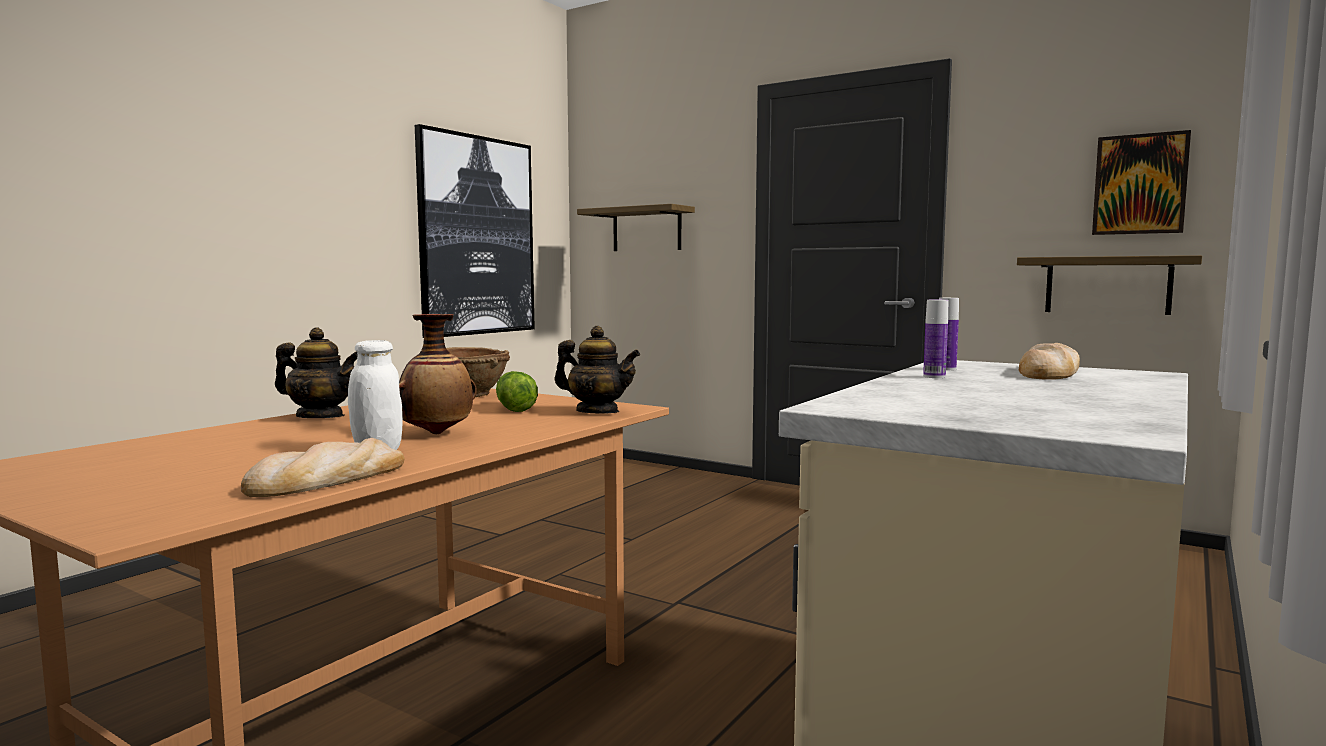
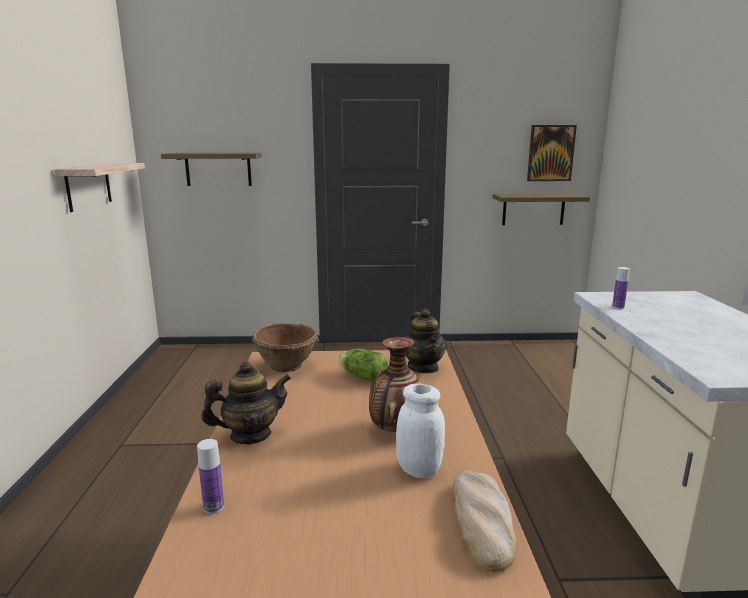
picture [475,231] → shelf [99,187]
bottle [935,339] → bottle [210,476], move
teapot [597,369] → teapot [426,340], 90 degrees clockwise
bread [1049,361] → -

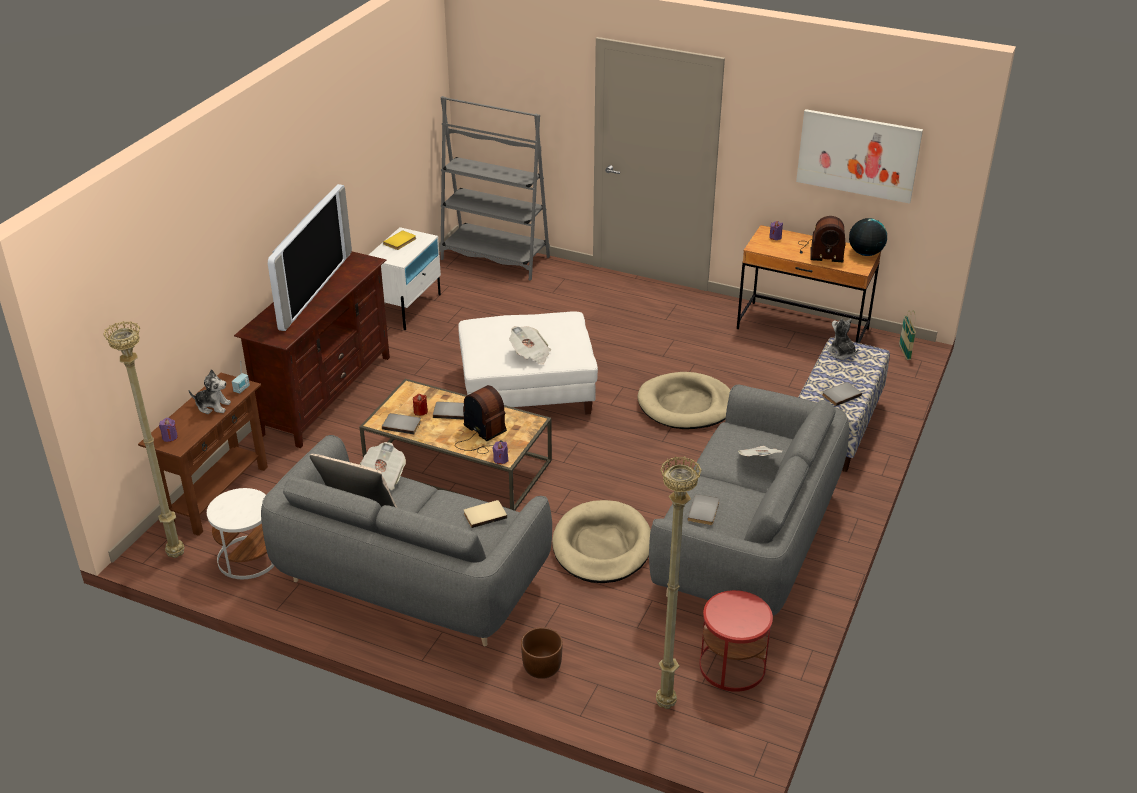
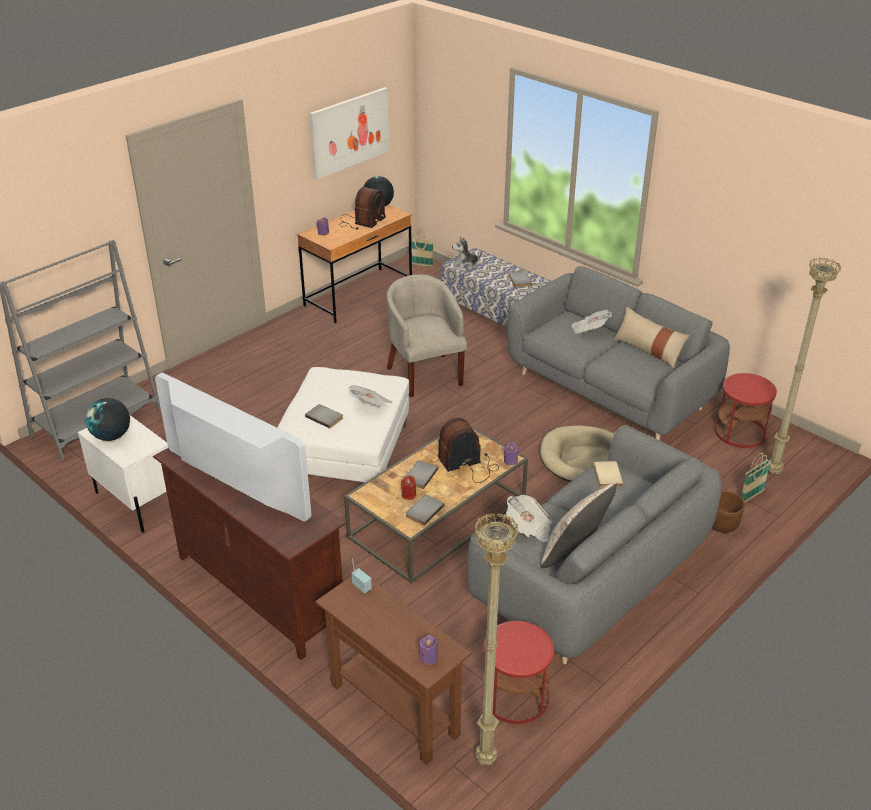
yellow book [399,240] → globe [107,419]
plush toy [210,391] → -
beige dog bed [683,400] → beige armchair [426,335]
white side table [240,533] → red side table [518,672]
grey book [704,509] → grey book [324,416], move
- → beige pillow [651,337]
- → basket [755,477]

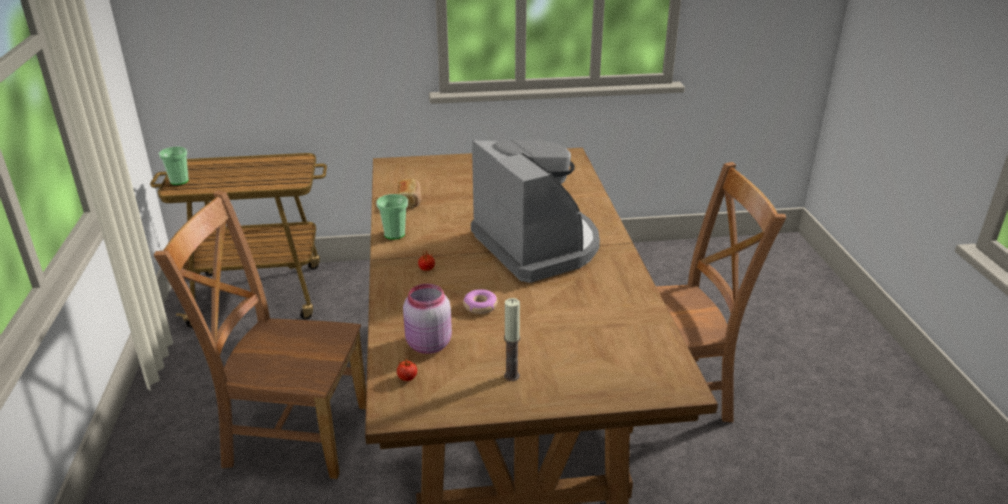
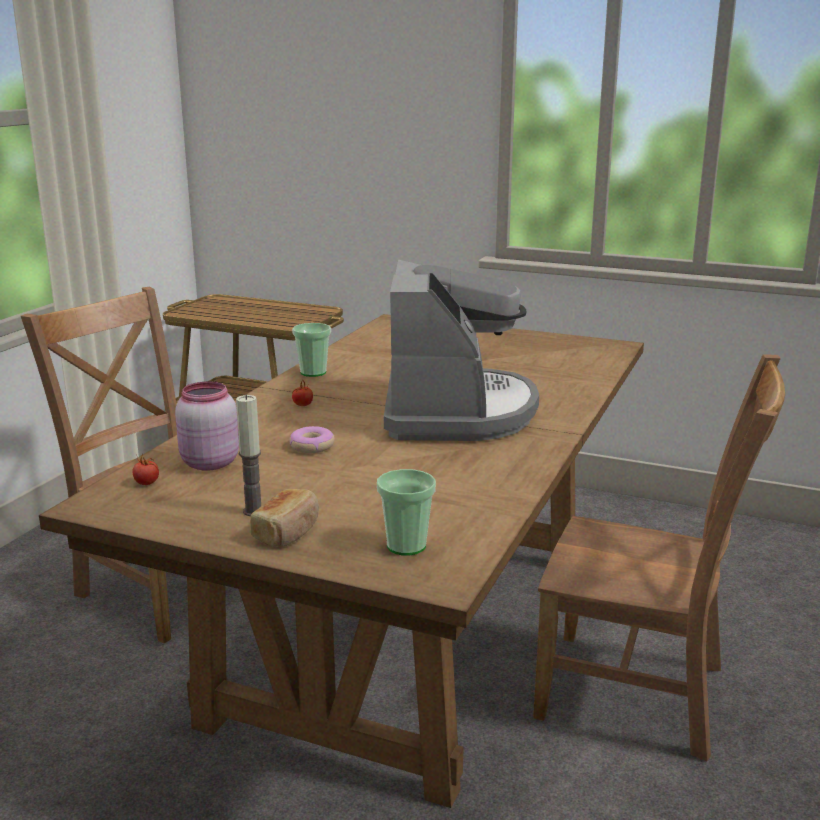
cup [174,166] → cup [406,512], move
bread [410,193] → bread [284,518], move

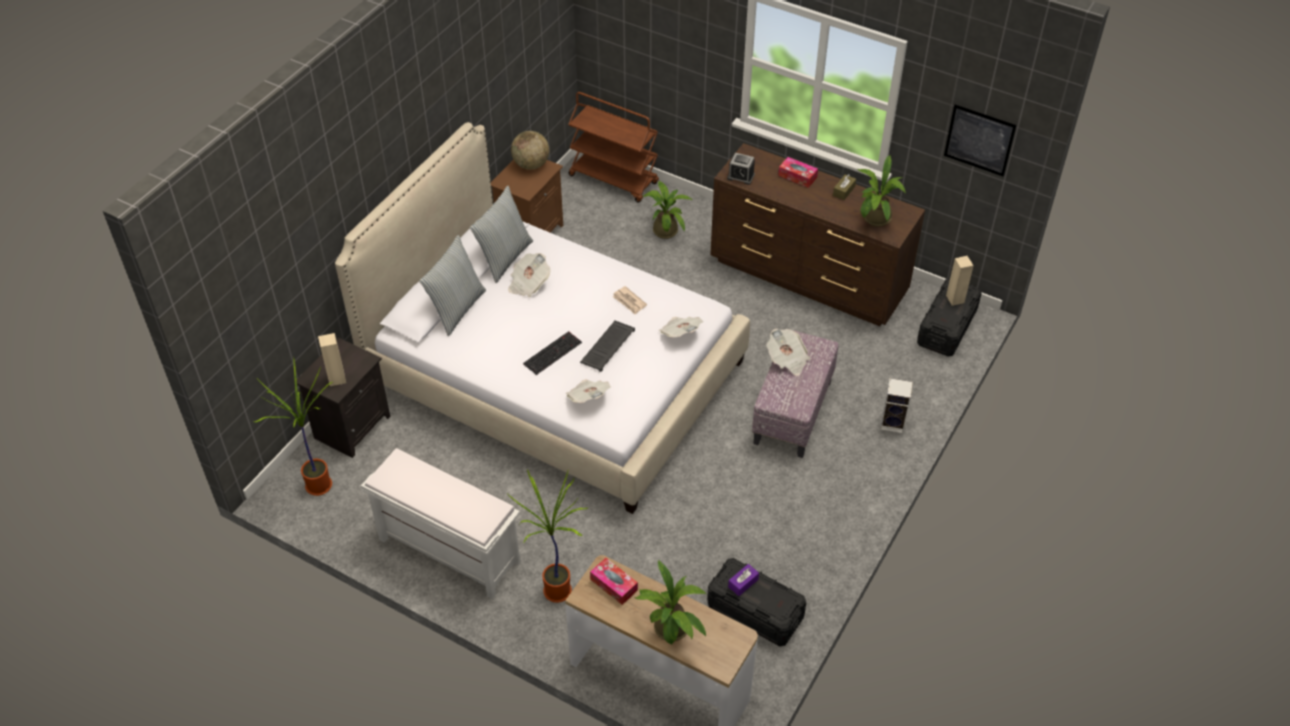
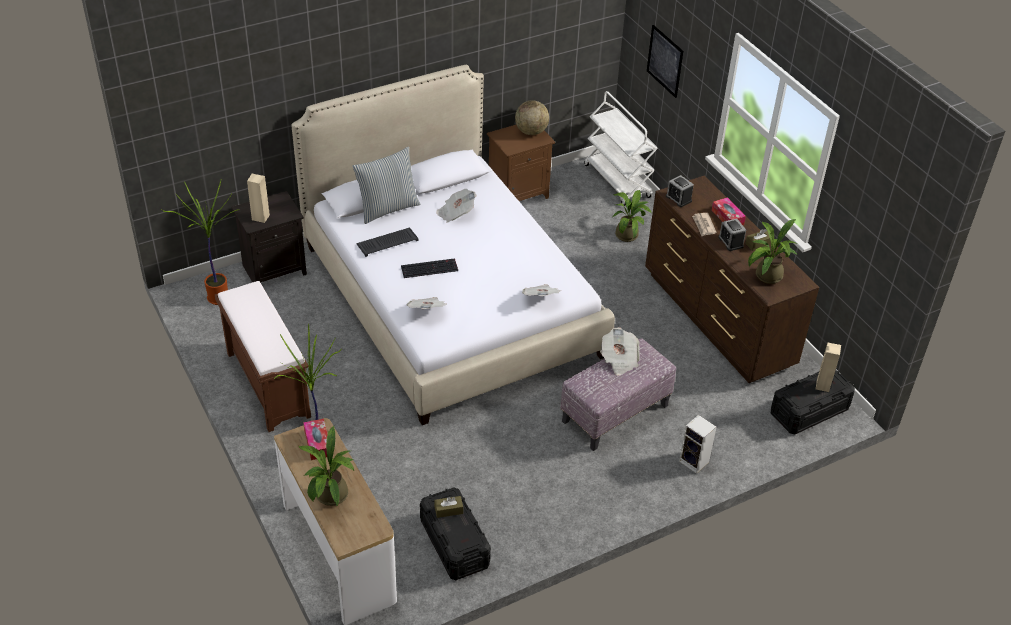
brown cart [613,147] → white cart [621,148]
picture [980,141] → picture [665,61], move
pillow [501,234] → -
newspaper [629,300] → newspaper [704,224], move
keyboard [607,346] → keyboard [387,242], move
white bench [441,523] → brown bench [263,356]
purple tissue box [743,580] → brown tissue box [448,507]
- → alarm clock [732,235]

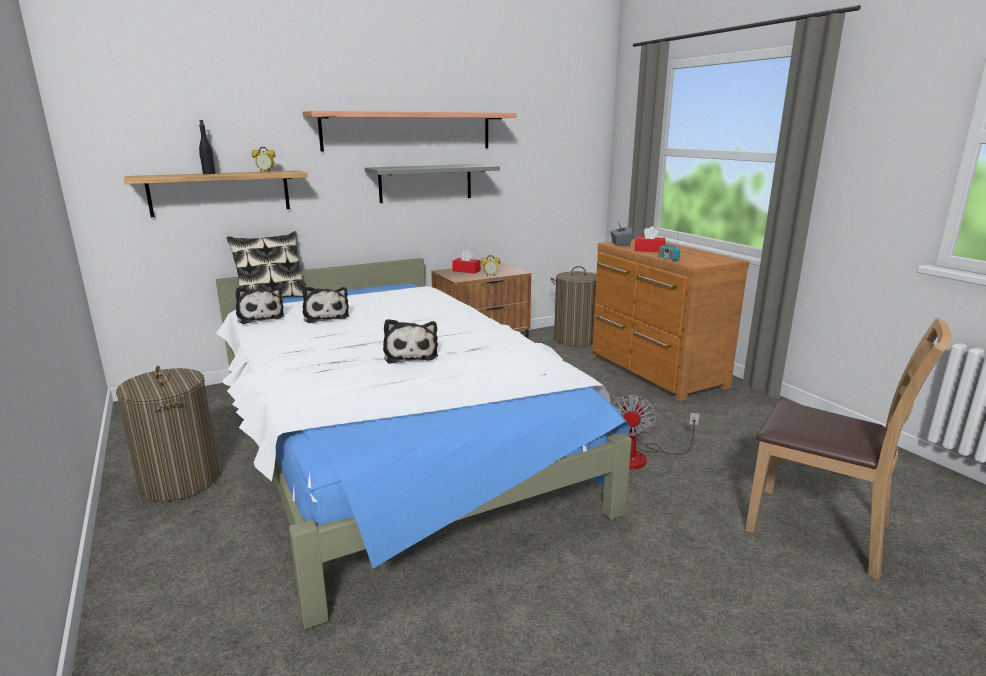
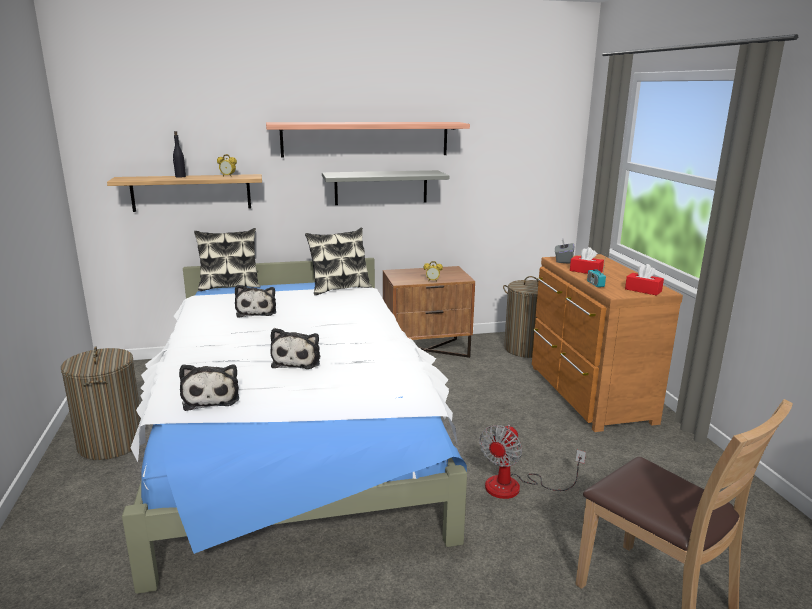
red tissue box [466,261] → red tissue box [644,280], move
plush toy [259,305] → plush toy [209,387], move
- → pillow [338,261]

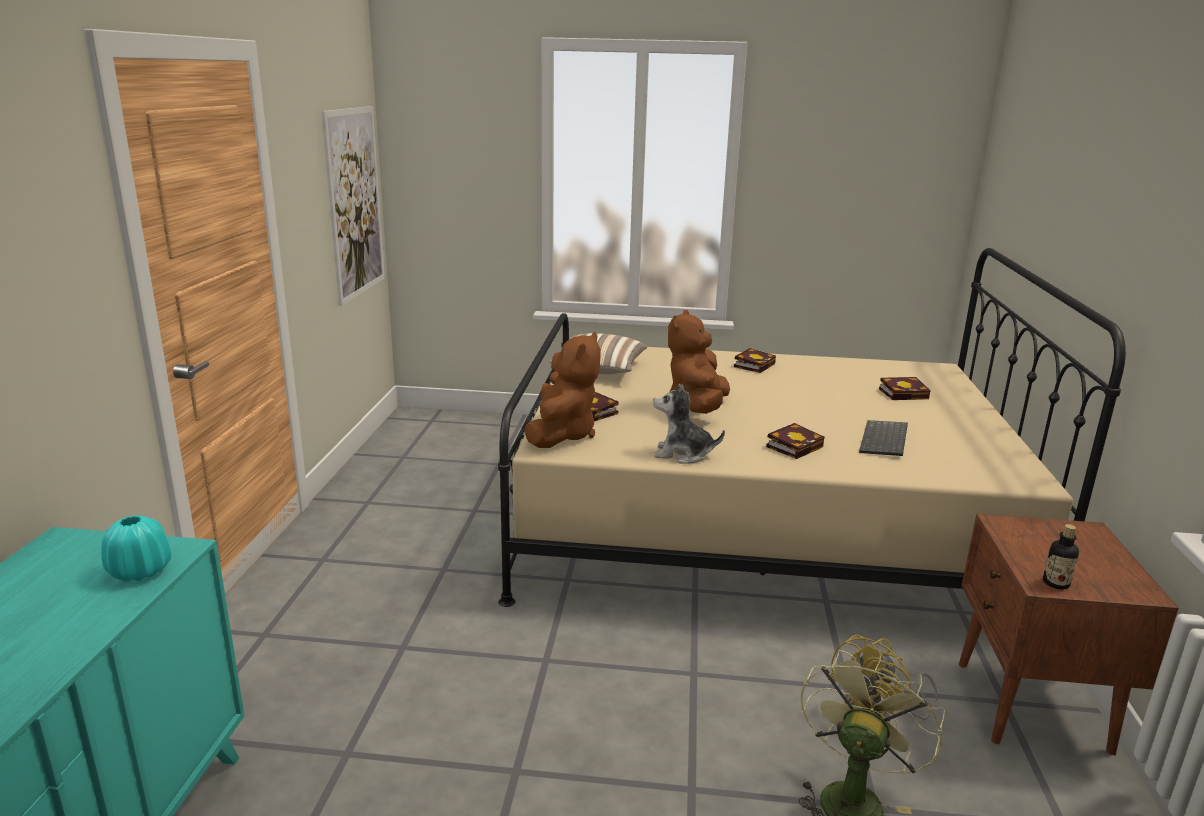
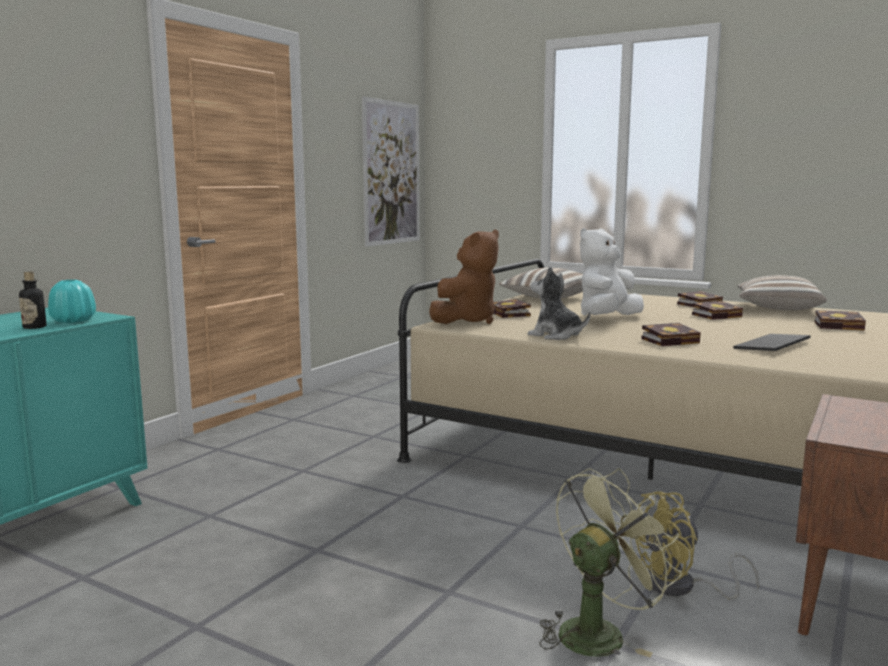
brown plush toy [699,362] → white plush toy [612,272]
bottle [1061,557] → bottle [32,300], move
- → pillow [782,292]
- → book [717,310]

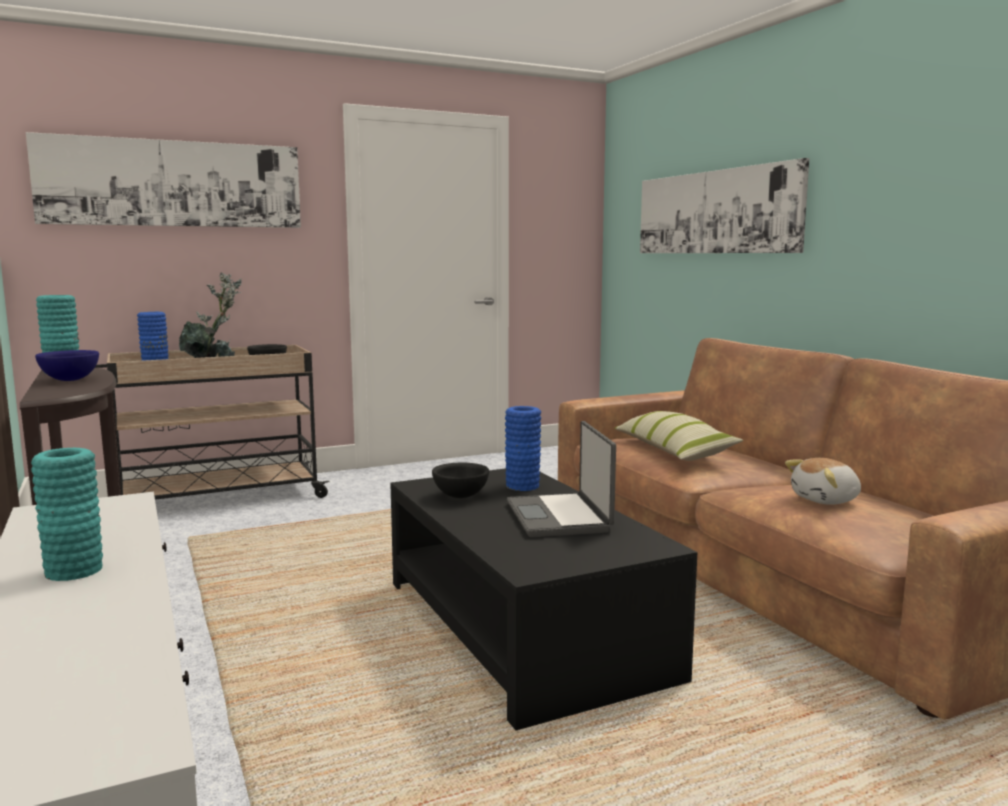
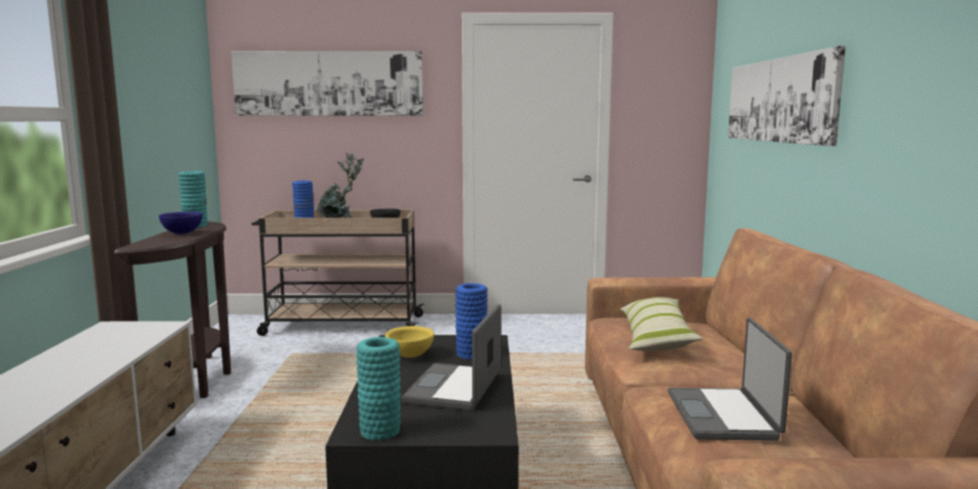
turquoise vase [67,514] → turquoise vase [378,388], move
plush toy [823,481] → laptop [730,379]
black bowl [460,480] → yellow bowl [409,342]

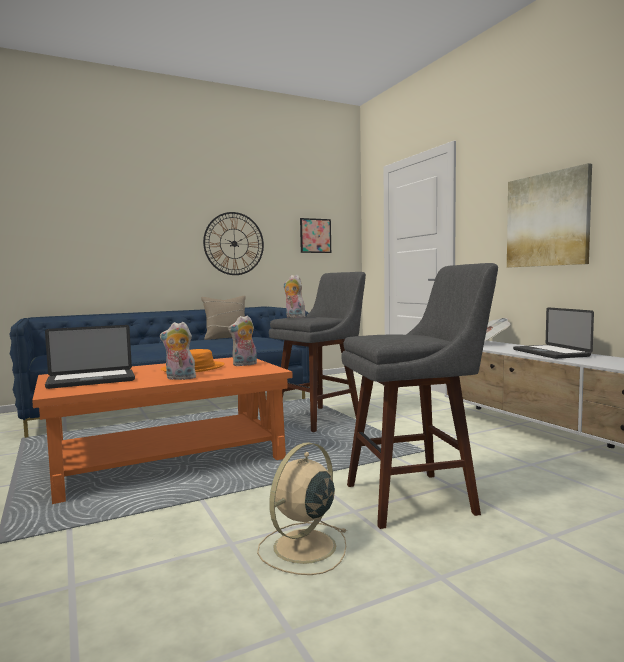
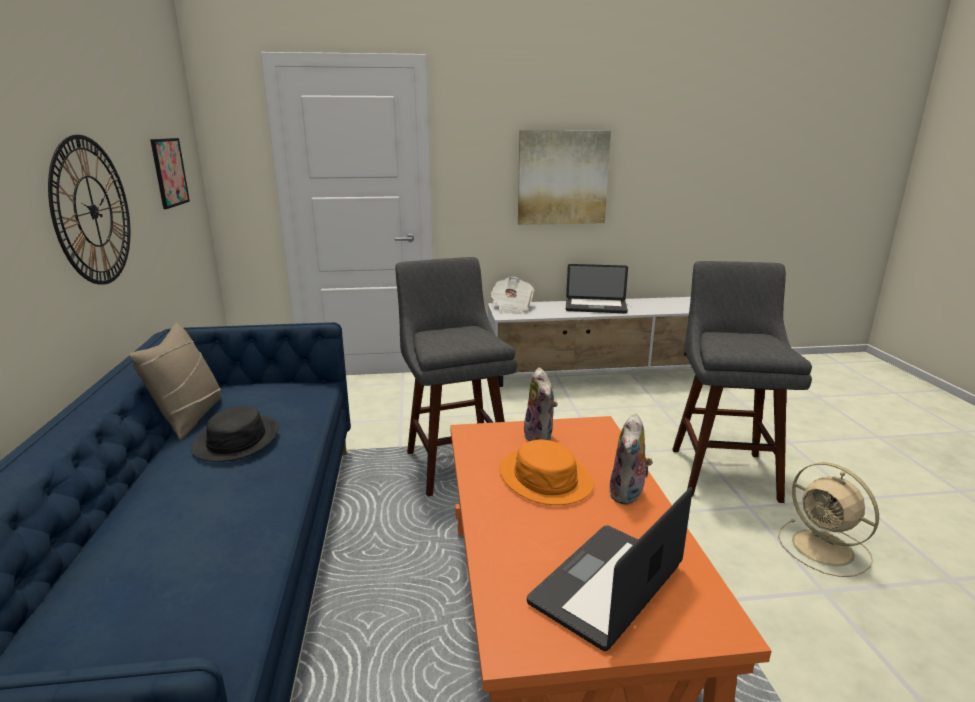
plush toy [294,296] → -
laptop [90,357] → laptop [610,569], 135 degrees counterclockwise
- → black hat [235,434]

